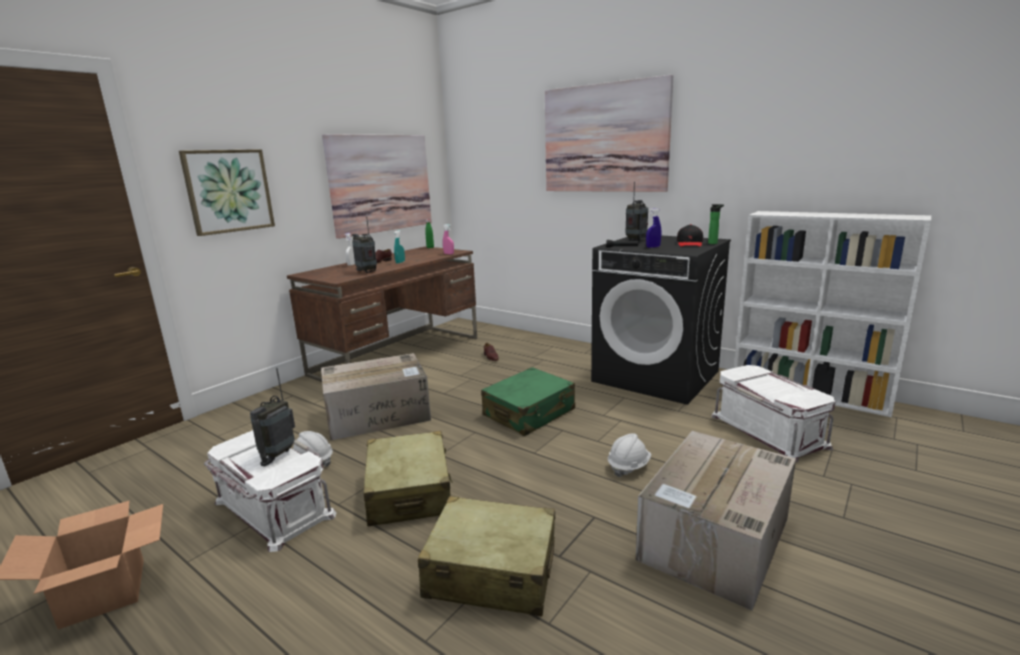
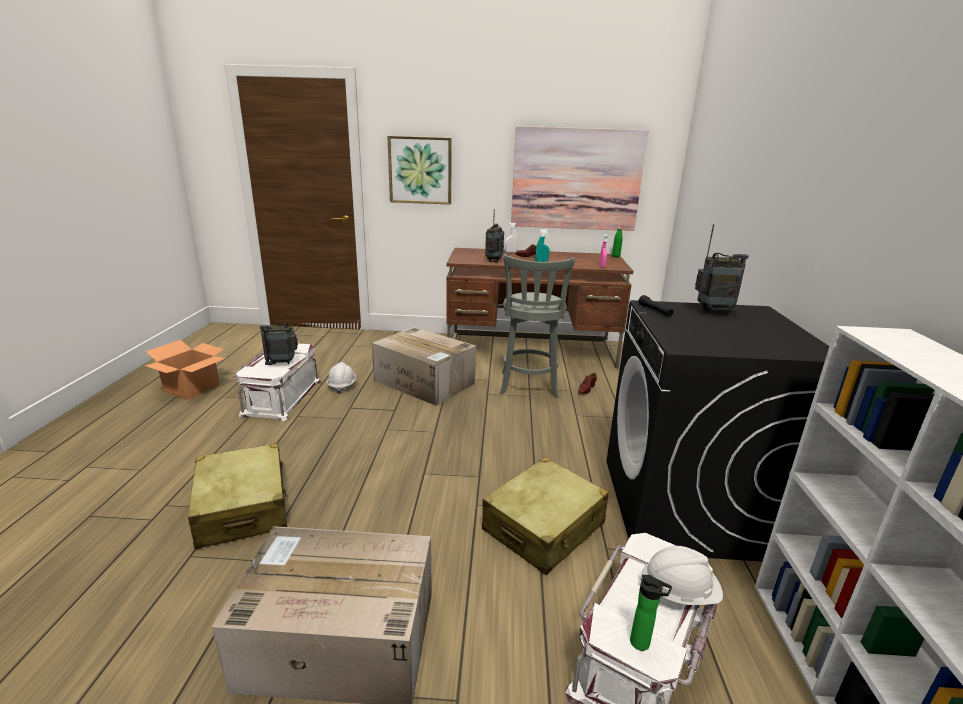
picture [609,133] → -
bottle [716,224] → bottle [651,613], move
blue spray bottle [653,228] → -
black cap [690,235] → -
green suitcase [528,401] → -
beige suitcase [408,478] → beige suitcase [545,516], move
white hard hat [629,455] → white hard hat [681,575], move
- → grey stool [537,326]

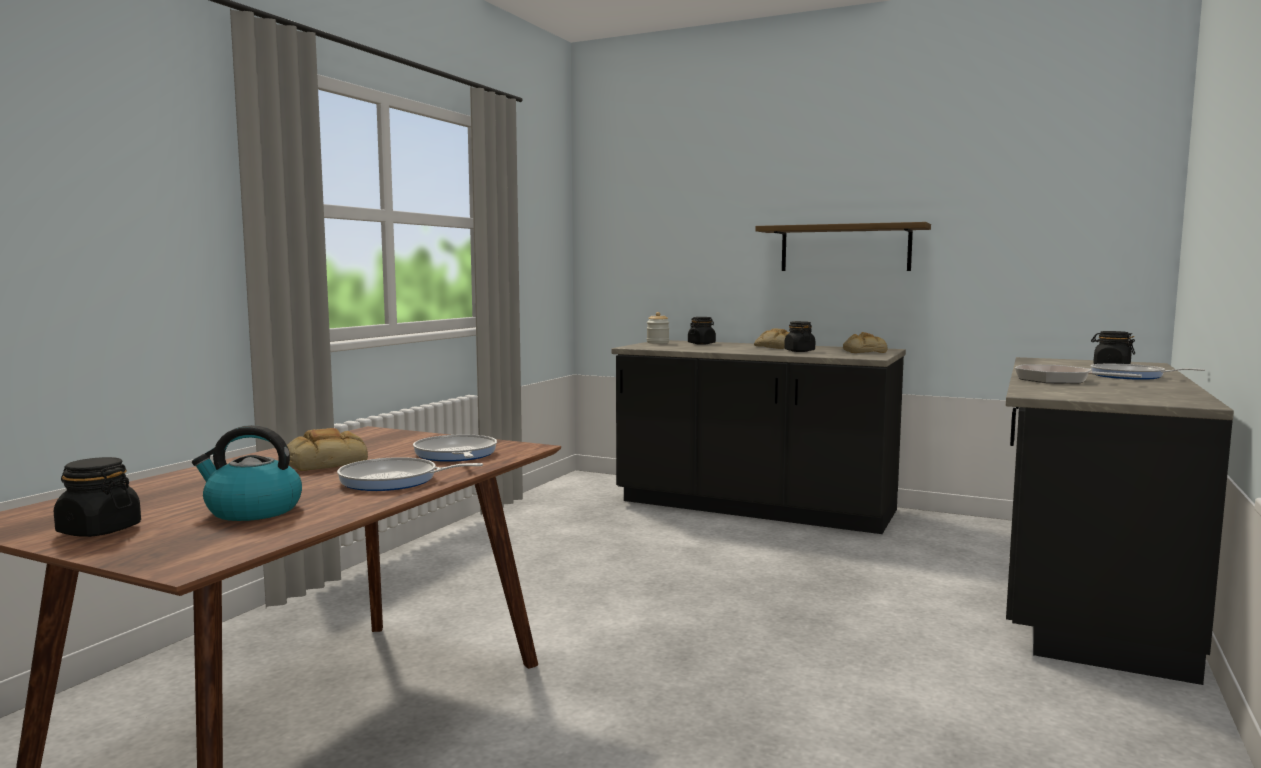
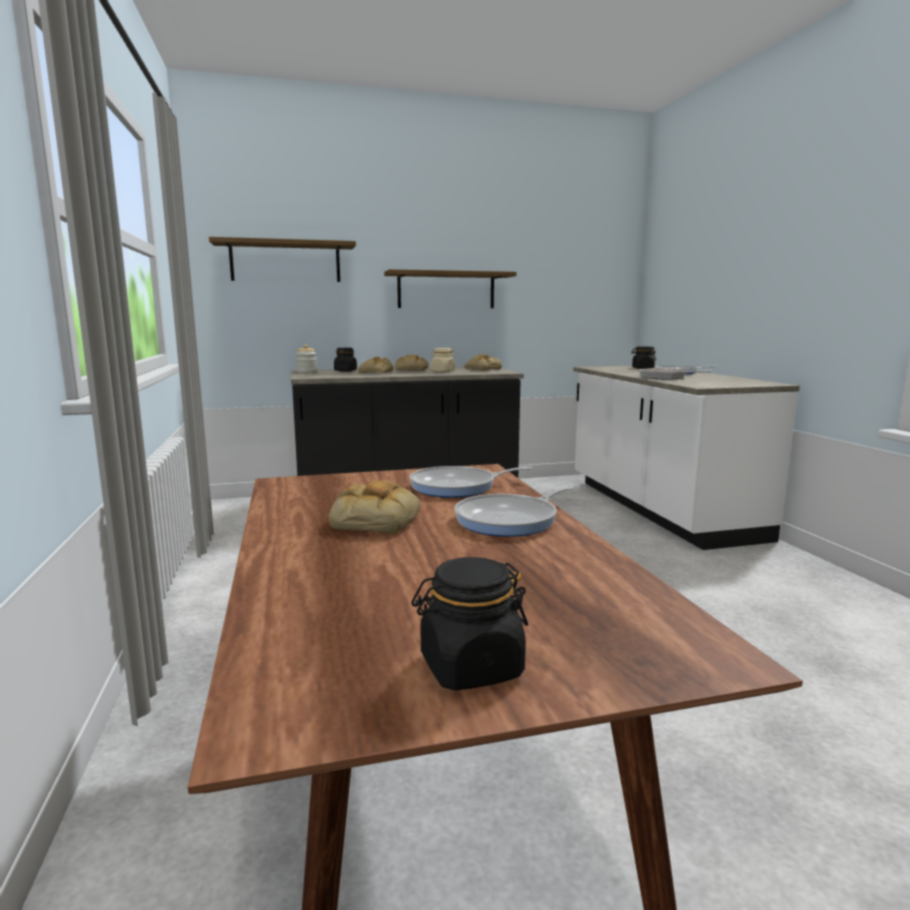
black jar [799,336] → beige jar [443,360]
black counter [1120,521] → white counter [686,458]
kettle [247,473] → -
frying pan [455,448] → frying pan [471,482], 45 degrees counterclockwise
- → shelf [282,259]
- → bread [375,364]

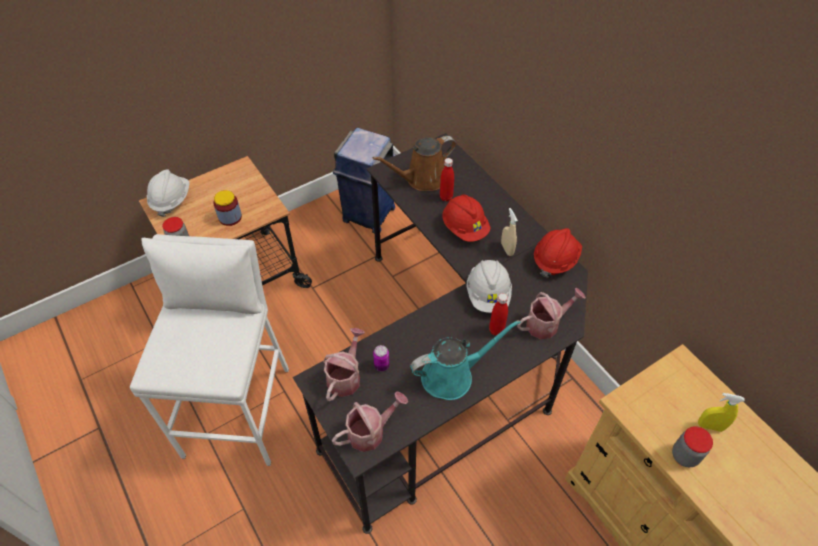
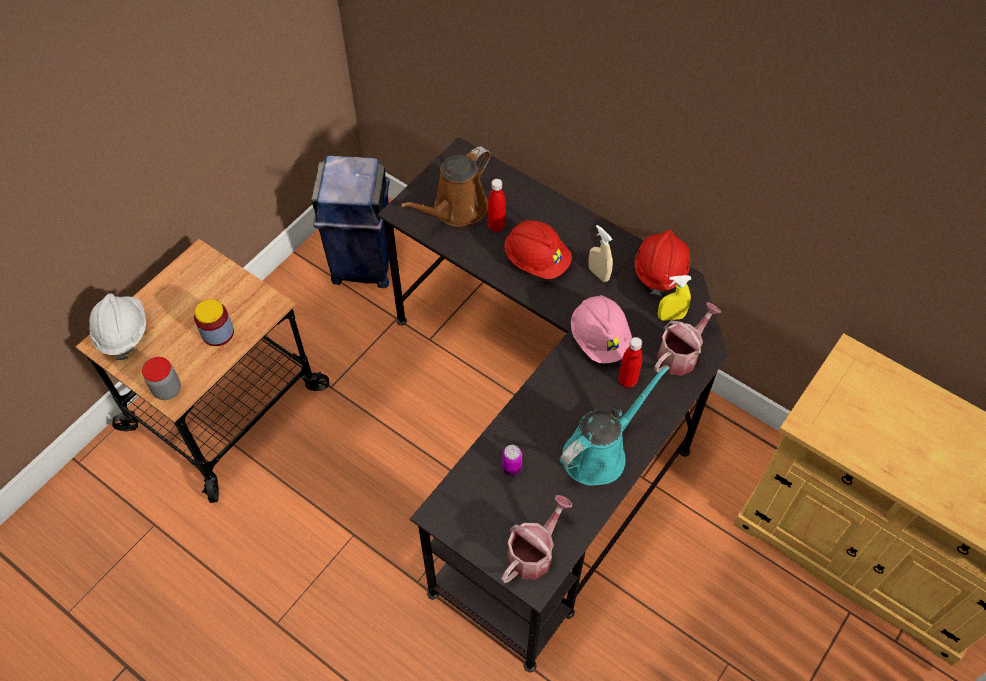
white stool [209,350] → -
white hard hat [489,286] → pink hard hat [601,329]
watering can [344,364] → -
yellow spray bottle [721,412] → yellow spray bottle [674,298], move
jar [692,446] → -

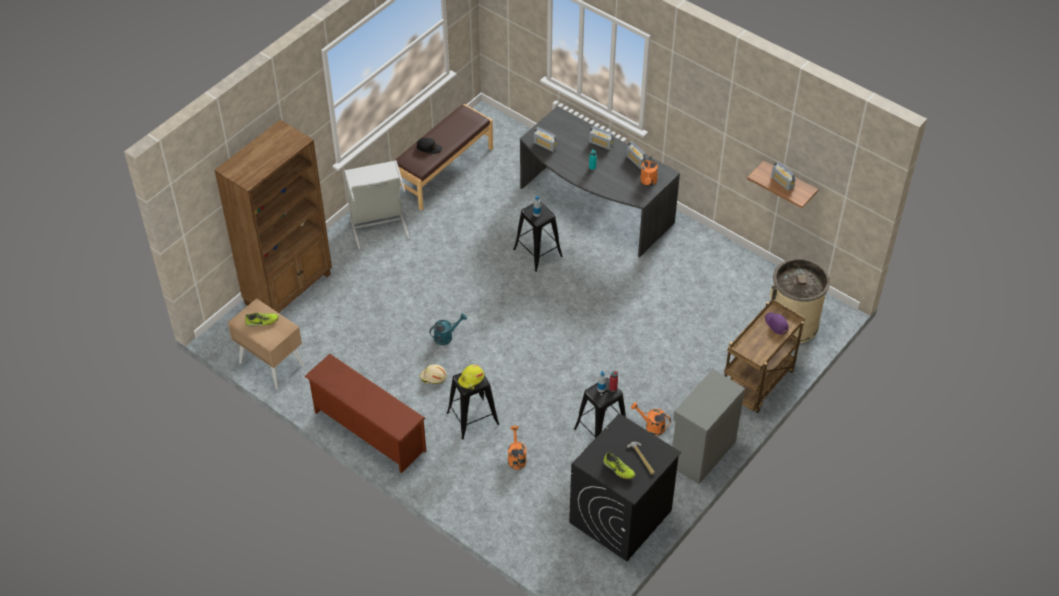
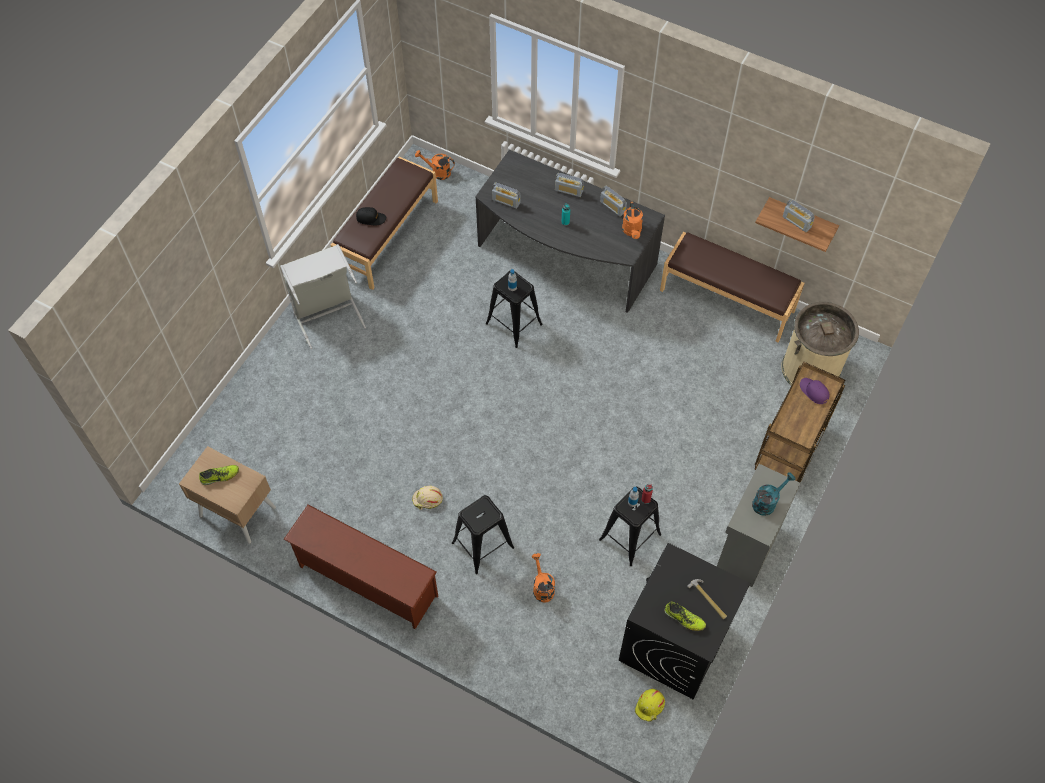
brown bookcase [273,216] → -
turquoise watering can [448,329] → turquoise watering can [774,494], move
yellow hard hat [471,377] → yellow hard hat [650,705], move
orange watering can [651,418] → orange watering can [435,165], move
- → brown bench [732,287]

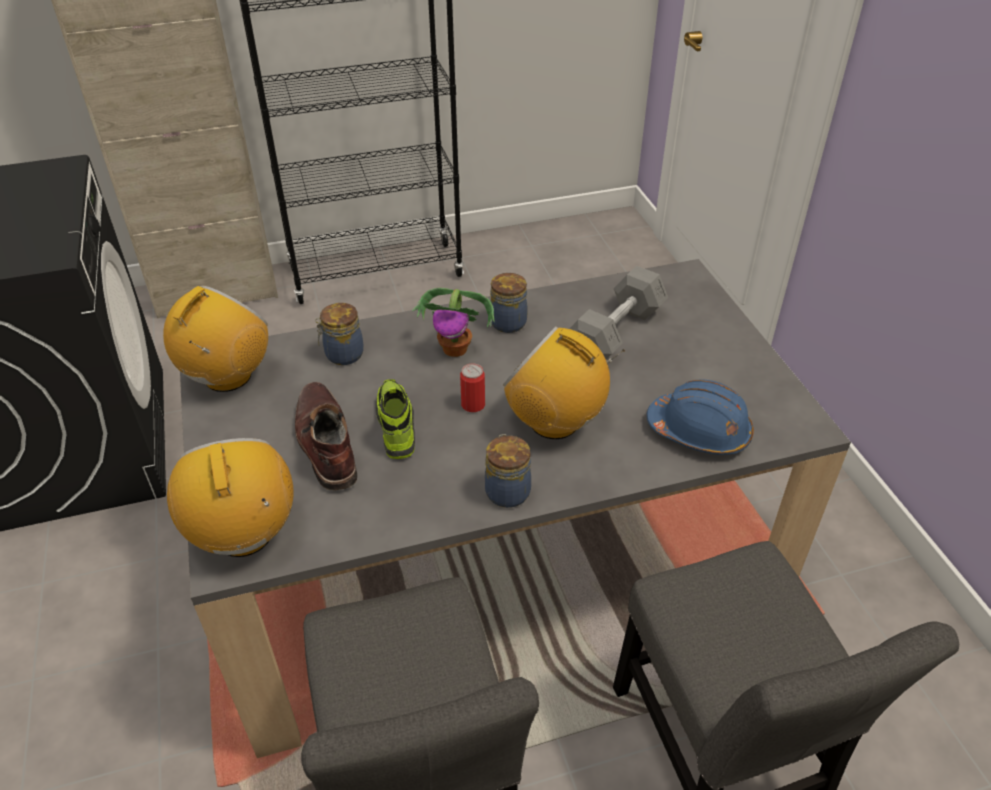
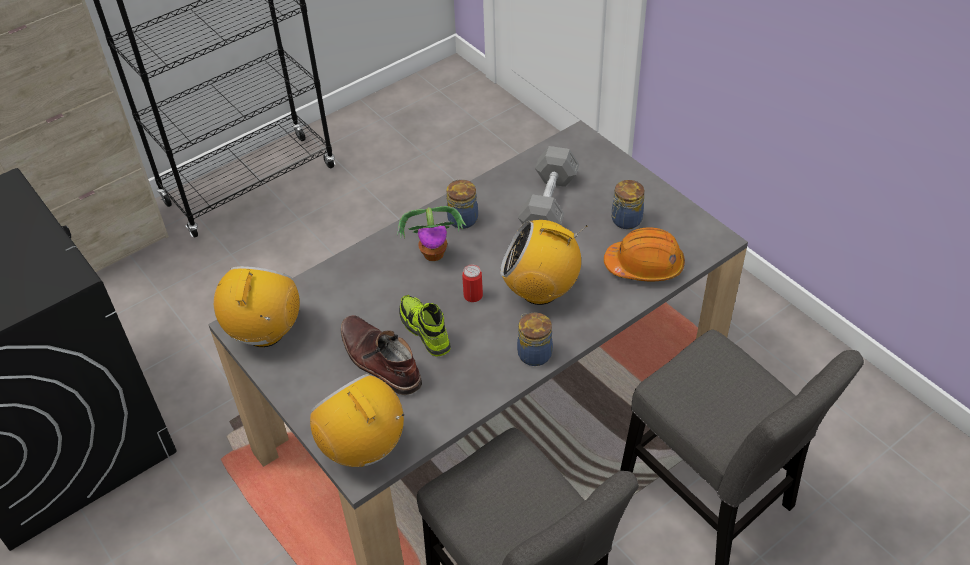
jar [339,334] → jar [628,204], move
blue hard hat [700,417] → orange hard hat [644,254]

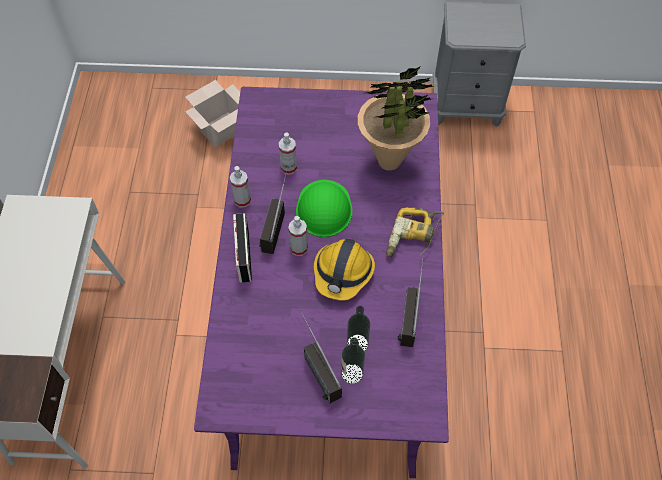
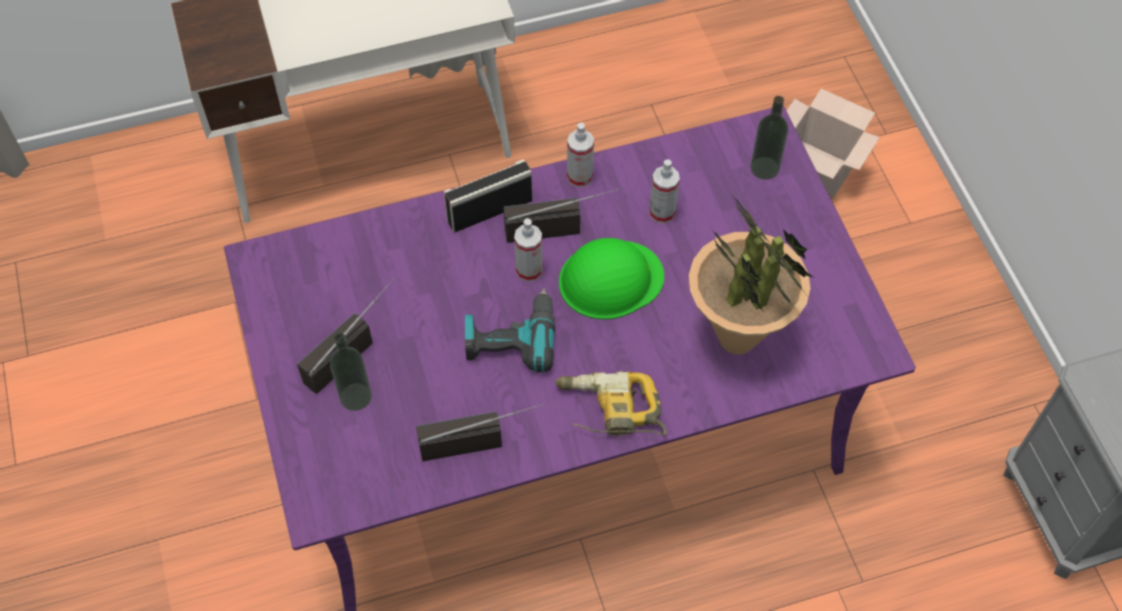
hard hat [344,270] → power drill [510,330]
bottle [358,329] → bottle [769,138], move

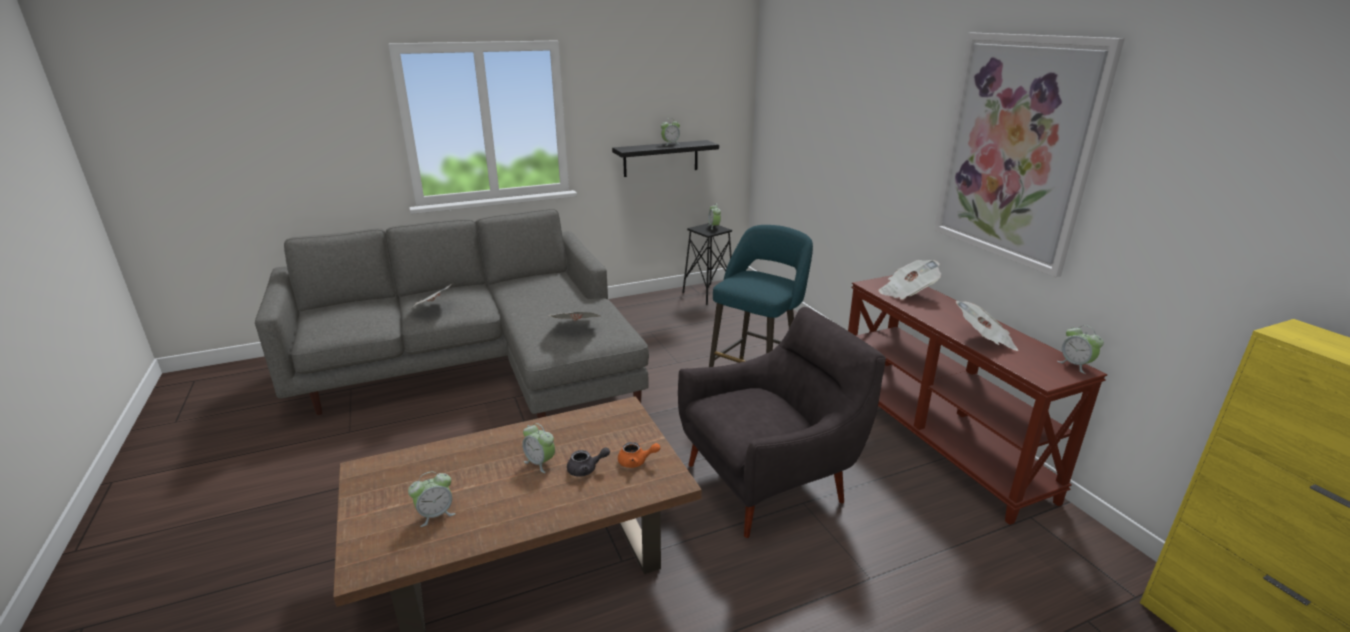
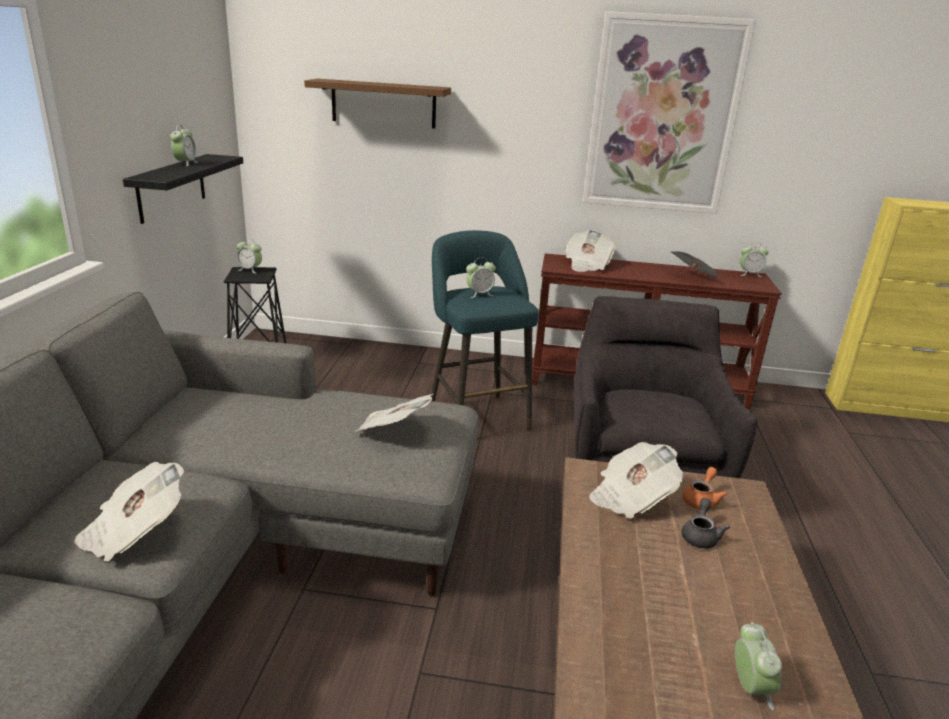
alarm clock [538,448] → alarm clock [481,278], move
- → brown shelf [377,104]
- → newspaper [636,480]

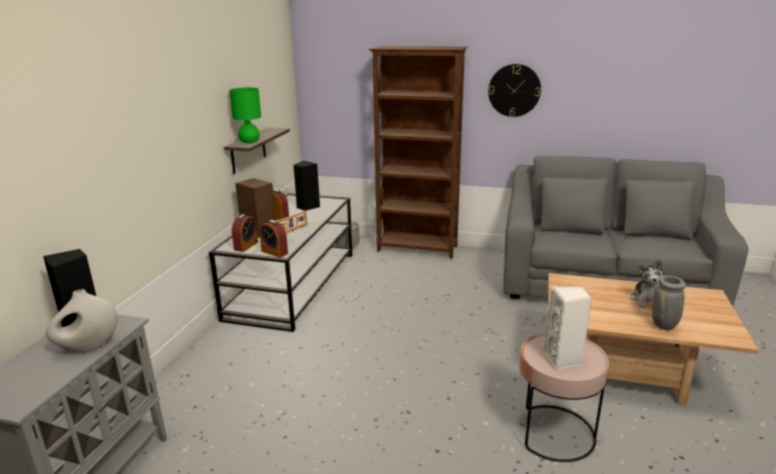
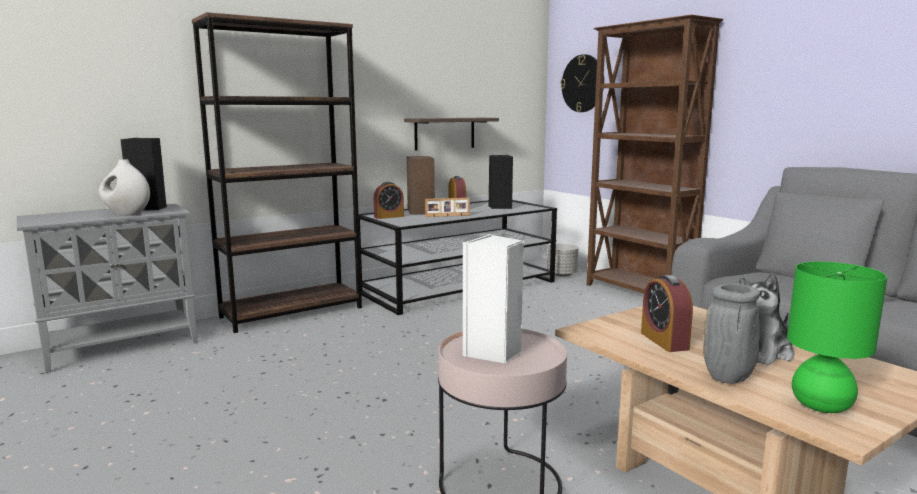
wall clock [514,90] → wall clock [582,83], move
green table lamp [245,115] → green table lamp [837,337], move
alarm clock [274,239] → alarm clock [667,313], move
- → brown bookcase [277,172]

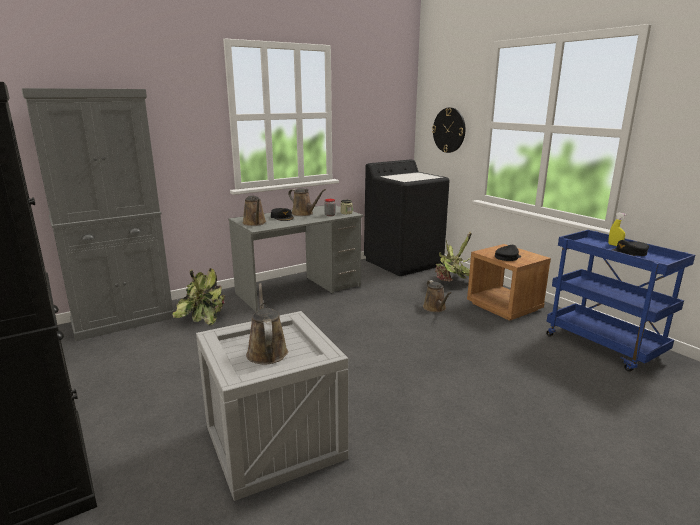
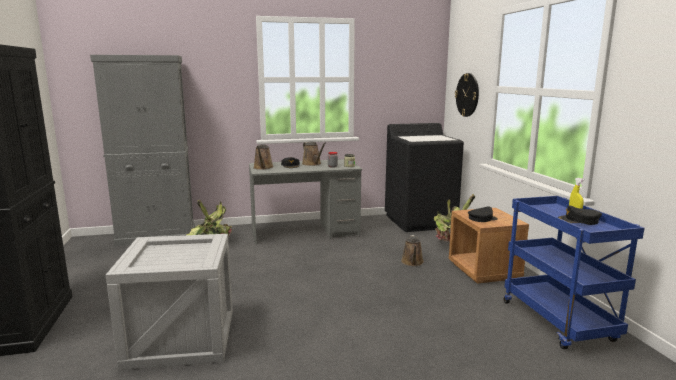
brown watering can [267,323] → -

